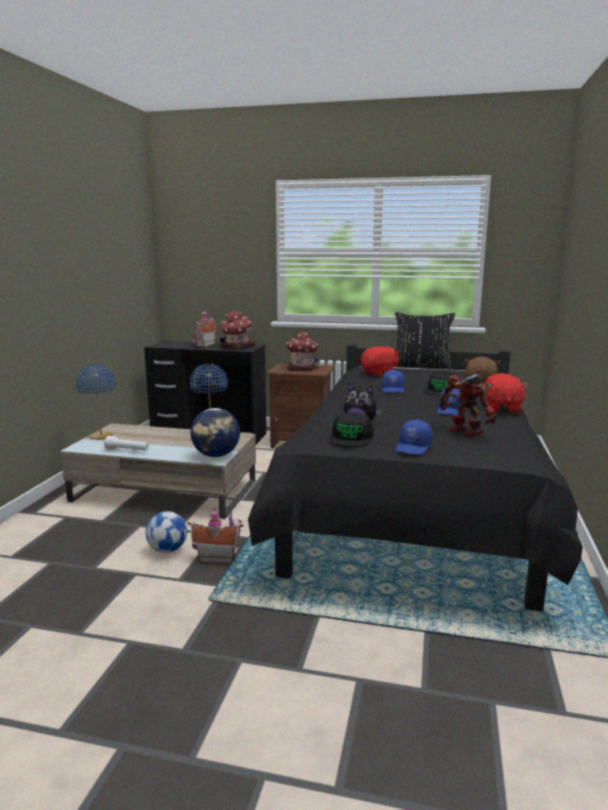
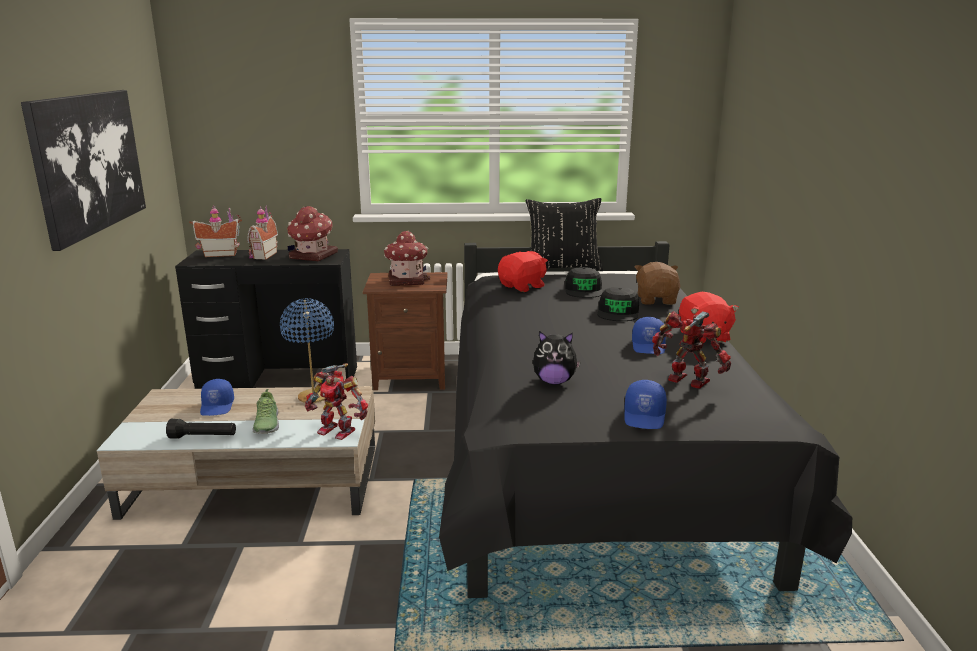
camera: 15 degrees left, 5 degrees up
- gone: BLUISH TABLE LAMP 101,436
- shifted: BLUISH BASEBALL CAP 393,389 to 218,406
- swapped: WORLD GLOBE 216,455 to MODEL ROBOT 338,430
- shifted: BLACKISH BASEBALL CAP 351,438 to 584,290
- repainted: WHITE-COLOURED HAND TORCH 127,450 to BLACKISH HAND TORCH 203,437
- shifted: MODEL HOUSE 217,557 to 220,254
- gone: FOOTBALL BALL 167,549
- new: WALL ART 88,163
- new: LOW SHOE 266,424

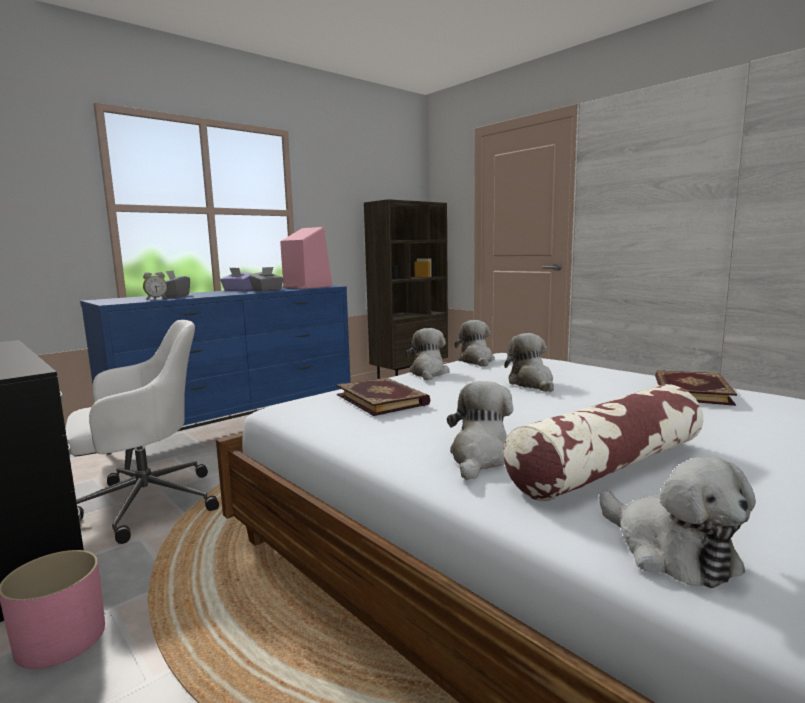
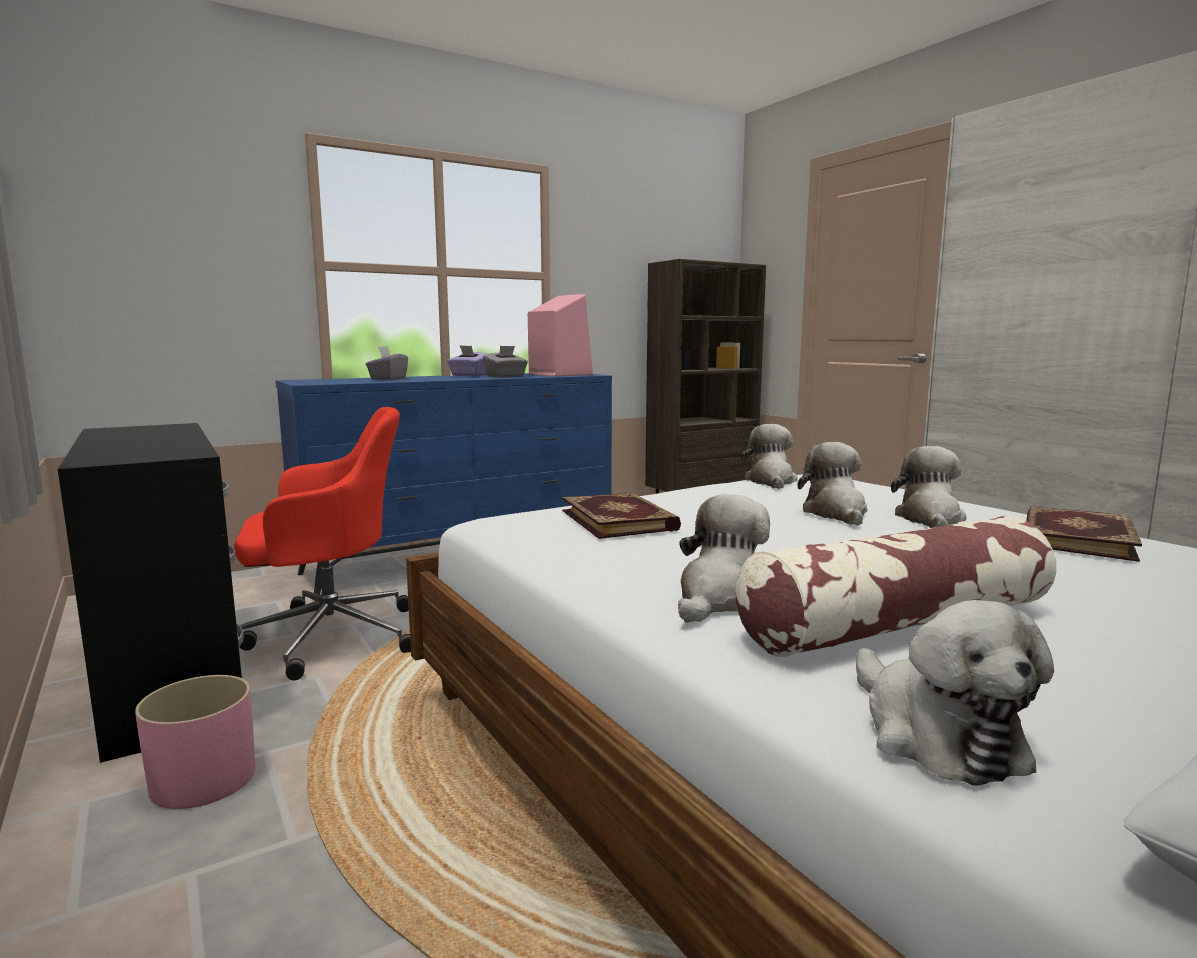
camera: 10 degrees right, 0 degrees up
- gone: BEDSIDE CLOCK 156,299
- repainted: WHITE-COLOURED COMPUTER CHAIR 144,504 to REDDISH COMPUTER CHAIR 329,637
- shifted: SOFT TOY 428,373 to 929,519

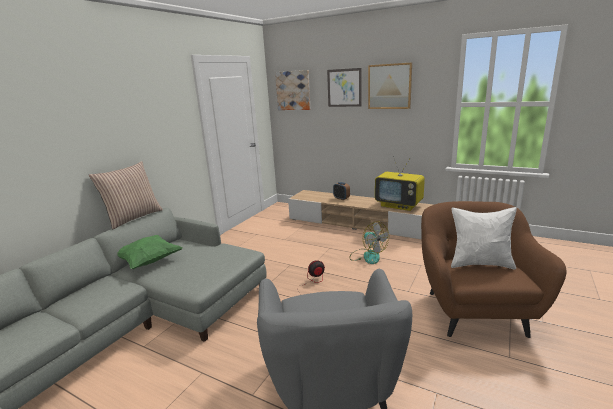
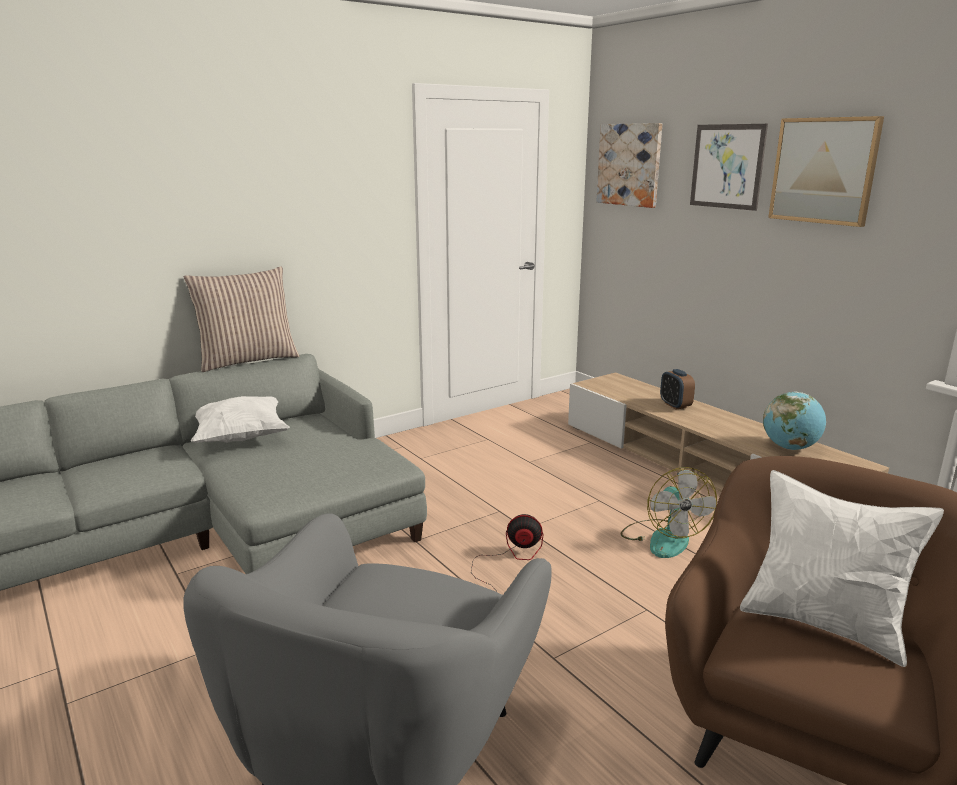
camera: 25 degrees right, 0 degrees up
- swapped: TV 399,205 to WORLD GLOBE 790,447
- repainted: GREEN PILLOW 148,261 to WHITE-COLOURED PILLOW 240,438

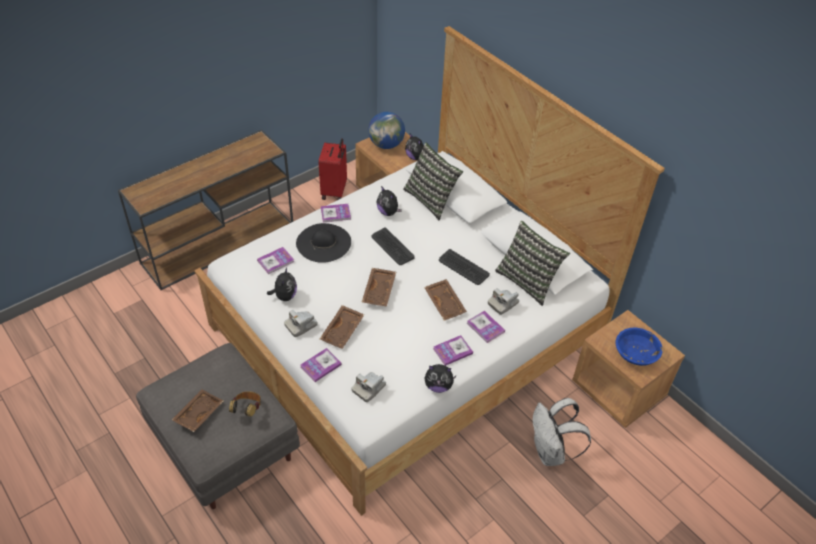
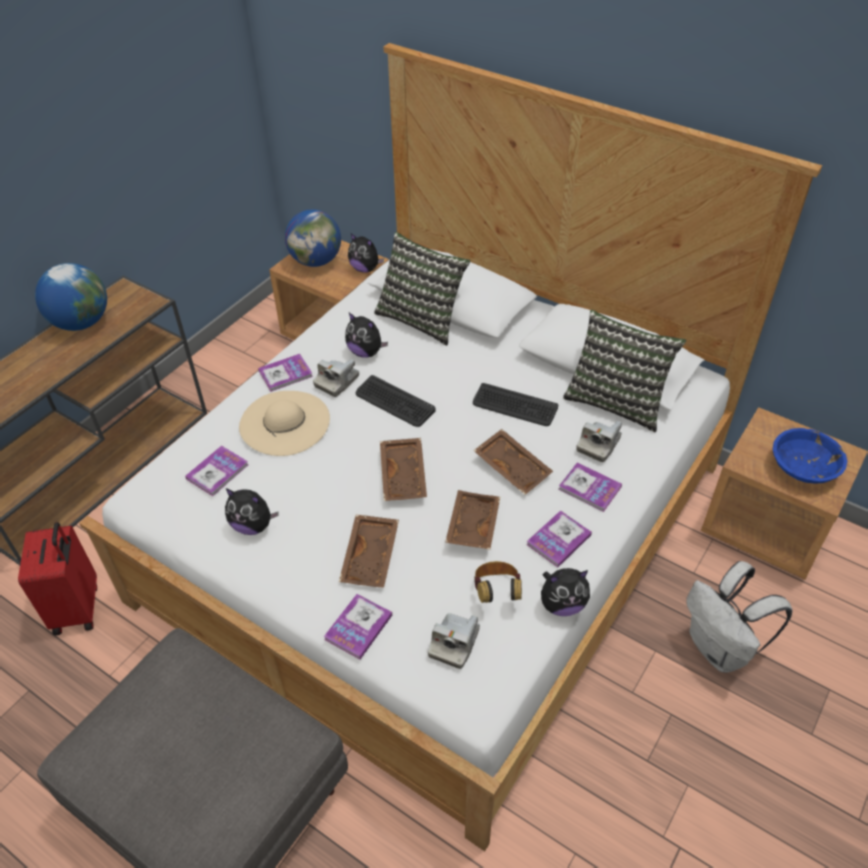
camera: 15 degrees left, 0 degrees up
- shifted: REDDISH TRAVEL CASE 335,191 to 78,608
- repainted: BLACKISH WEARABLE HAT 323,242 to BEIGE-COLOURED WEARABLE HAT 284,422
- rotated: SOFT TOY 285,296 = 253,525 120 degrees clockwise
- shifted: PHOTO CAMERA 301,326 to 337,381
- shifted: BROWN-COLOURED CARRYING TRAY 198,413 to 471,525
- shifted: PAIR OF HEADPHONES 247,409 to 496,592
- new: WORLD GLOBE 81,322

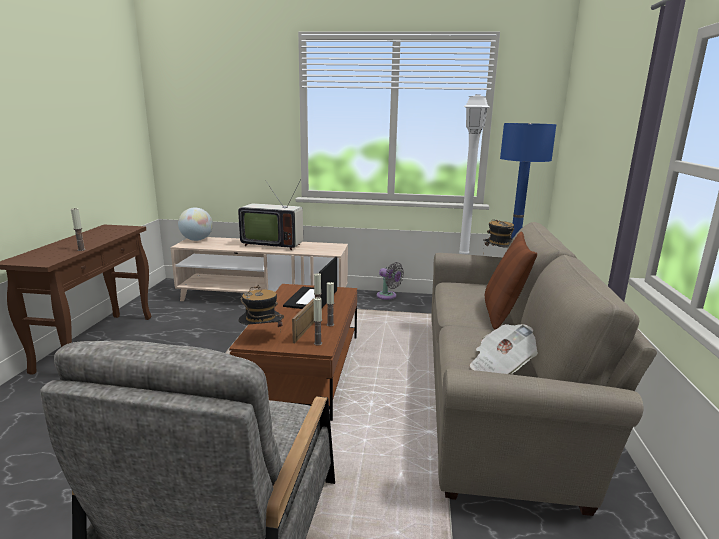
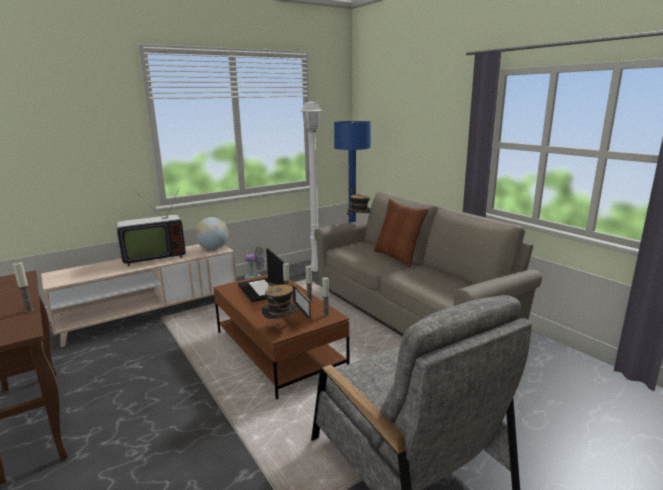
camera: 40 degrees left, 0 degrees up
- shifted: WORLD GLOBE 197,240 to 213,248
- gone: DAILY PAPER 501,365

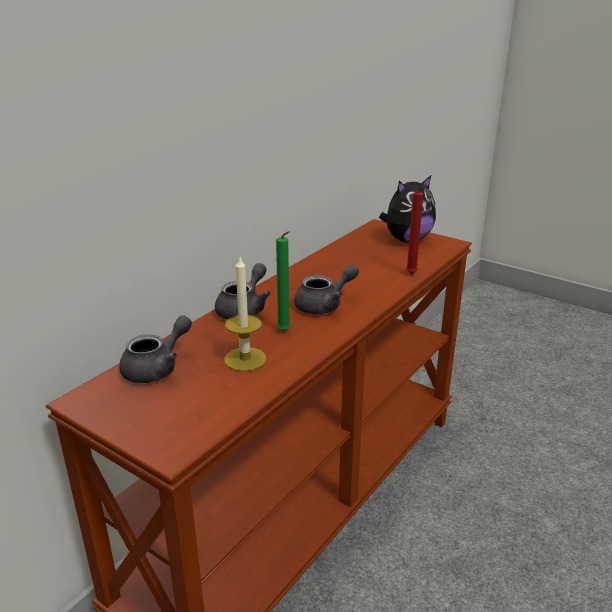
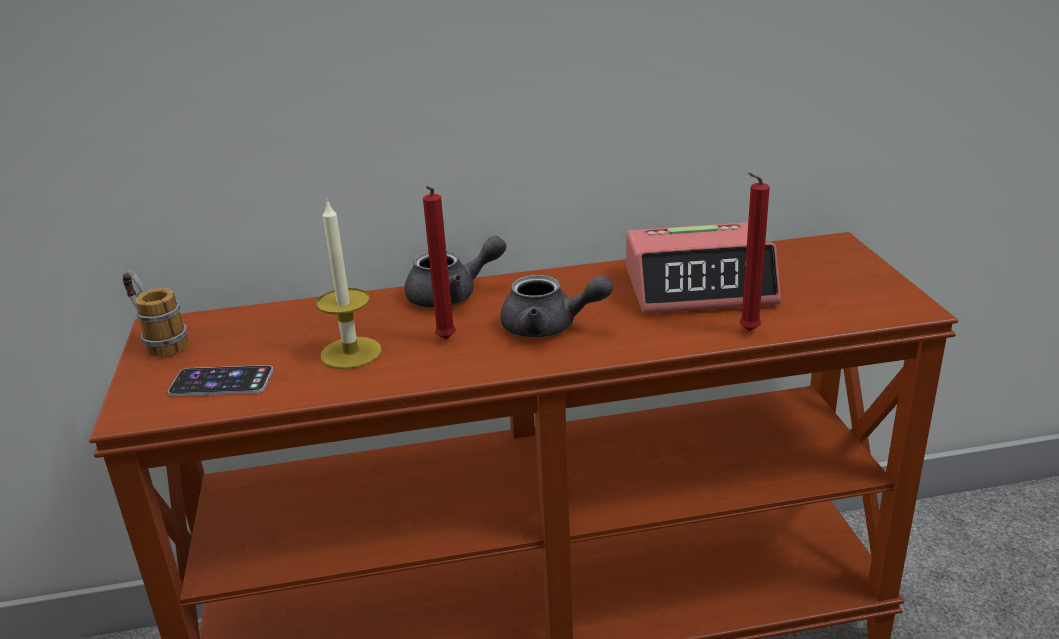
camera: 45 degrees right, 0 degrees up
- gone: SOFT TOY 407,240
- repainted: GREEN CANDLE 285,332 to REDDISH CANDLE 445,340
- gone: GREY TEAPOT 157,368
- new: BEDSIDE CLOCK 700,287
- new: COFFEE MUG 158,341
- new: PHONE 221,382

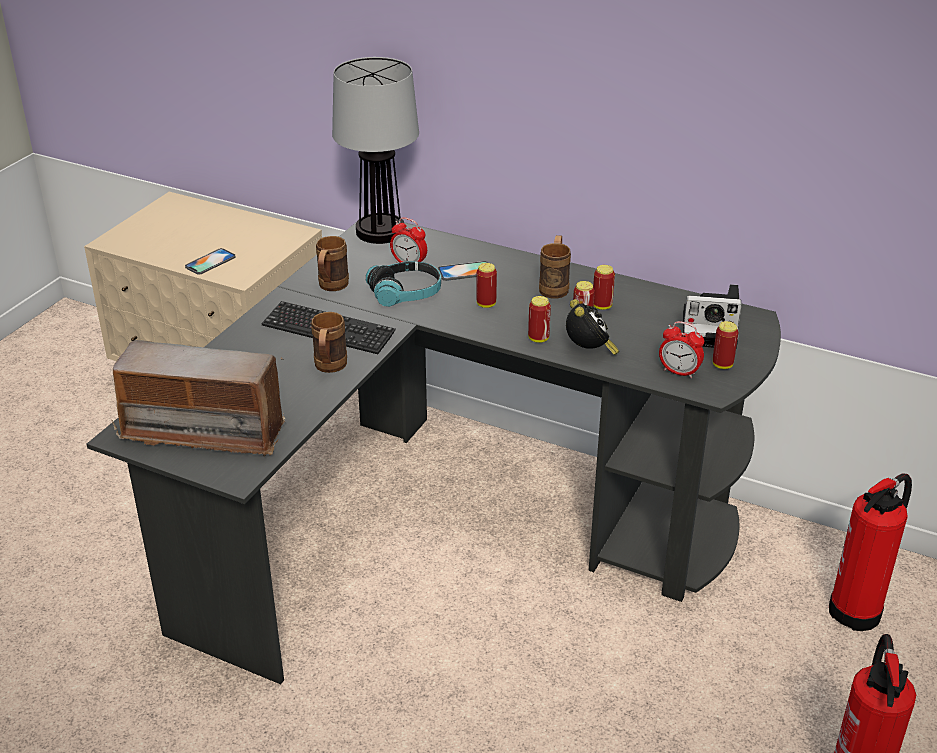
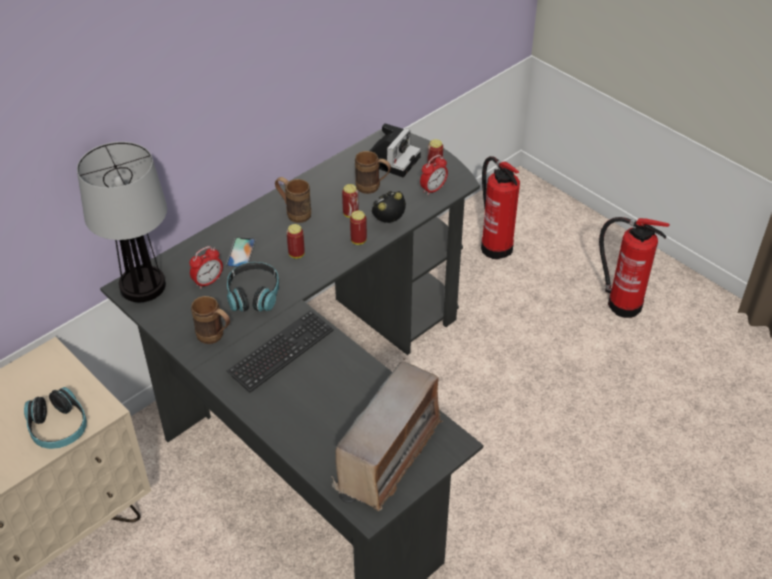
camera: 70 degrees left, 10 degrees up
- swapped: PHONE 210,262 to PAIR OF HEADPHONES 58,427
- gone: METAL CAN 602,306
- rotated: BEDSIDE CLOCK 589,352 = 388,222 45 degrees counterclockwise
- shifted: BROWN-COLOURED COFFEE MUG 329,368 to 373,188

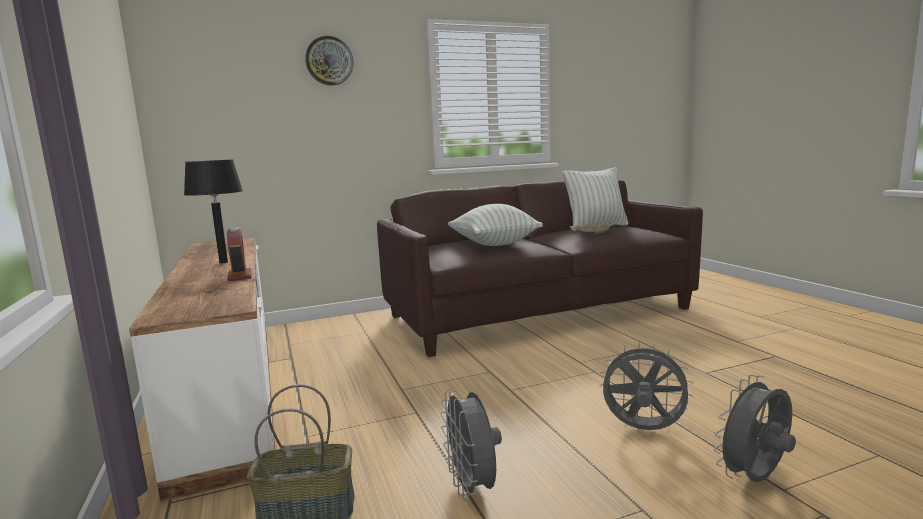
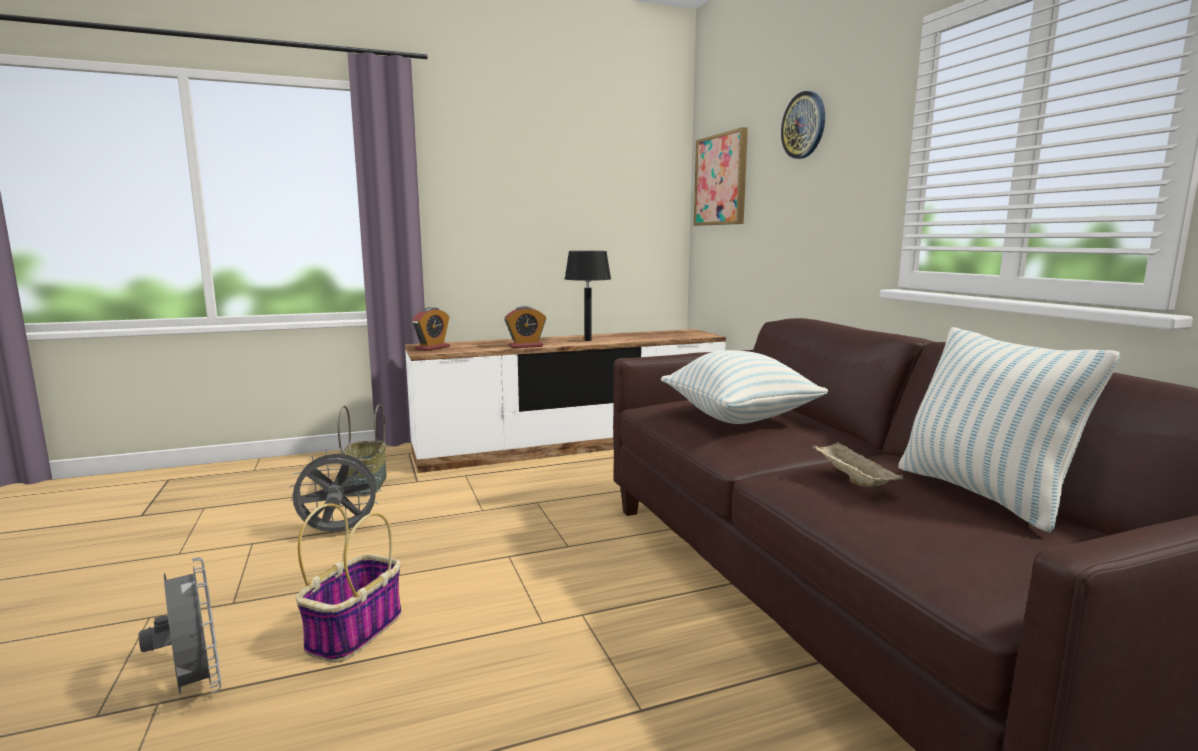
camera: 90 degrees right, 0 degrees up
- swapped: GREY ELECTRIC FAN 643,430 to STORAGE BASKET 355,631
- new: WALL ART 721,180
- new: BEDSIDE CLOCK 432,348

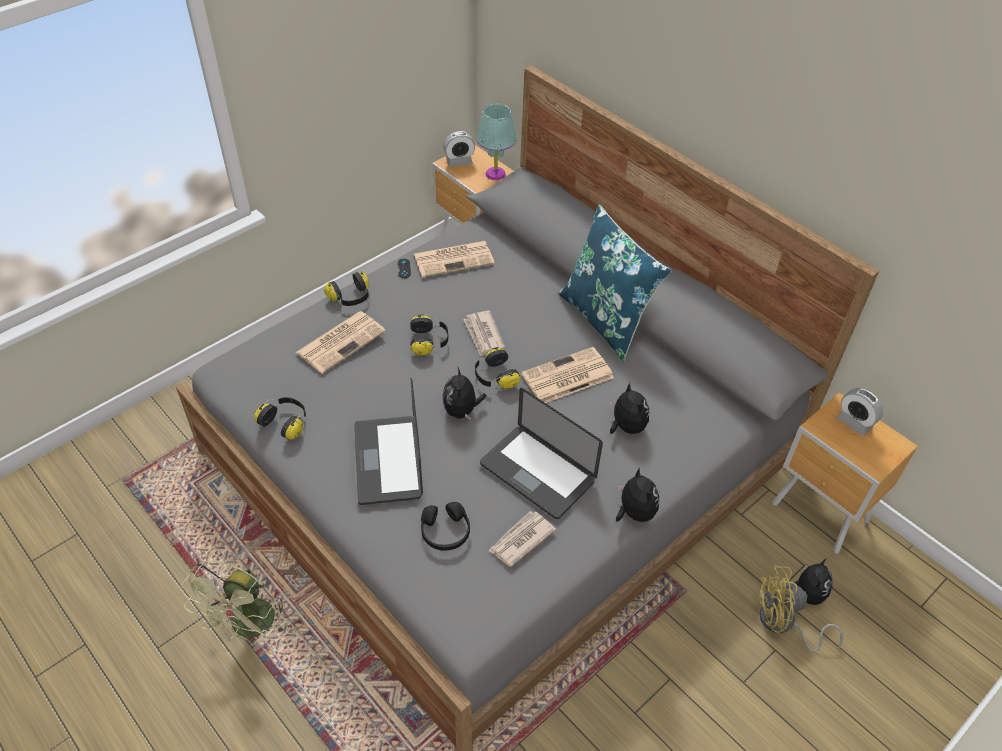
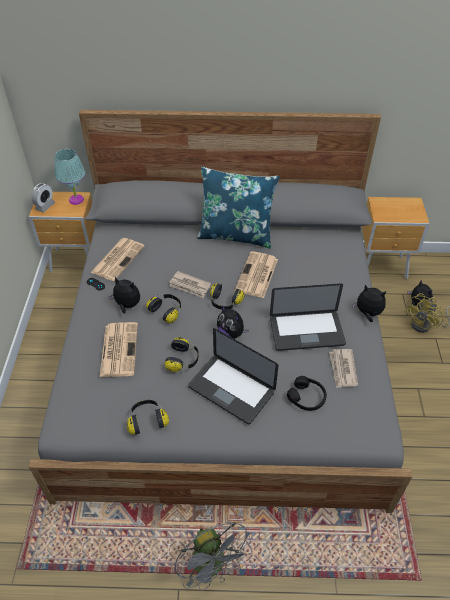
camera: 45 degrees left, 0 degrees up
- shifted: PAIR OF HEADPHONES 351,297 to 183,360
- shifted: SOFT TOY 626,427 to 127,305
- gone: BEDSIDE CLOCK 854,422
- repainted: GREEN ELECTRIC FAN 250,628 to GREY ELECTRIC FAN 213,566

